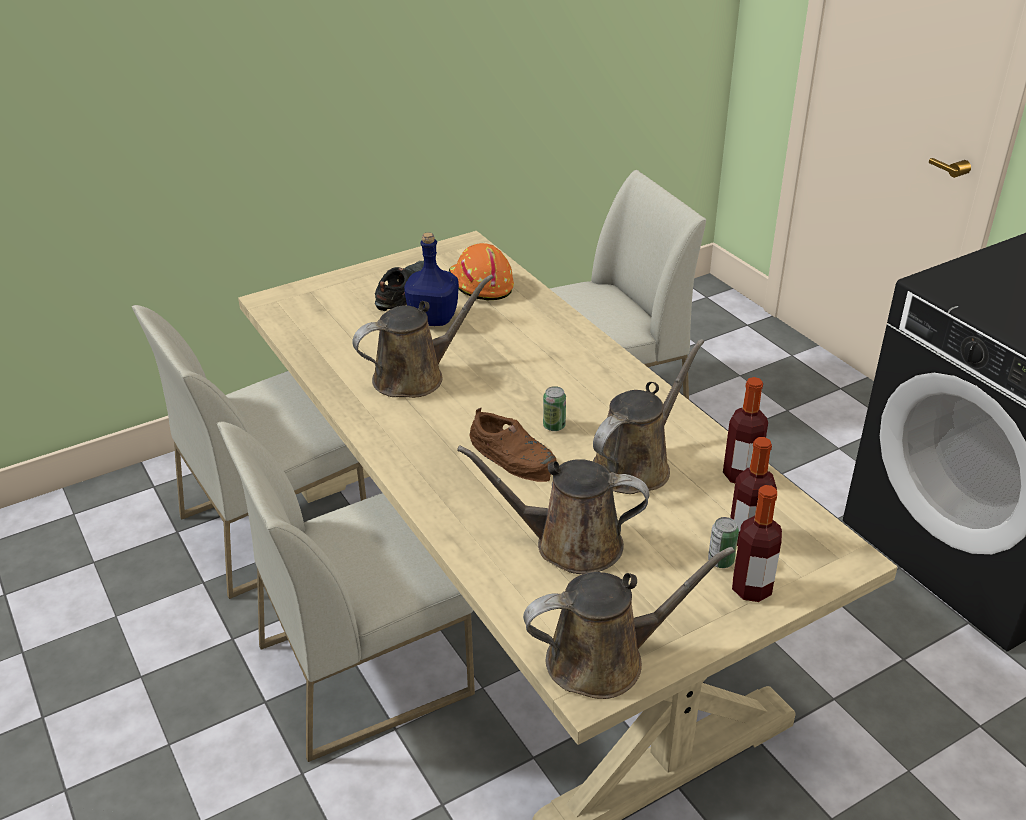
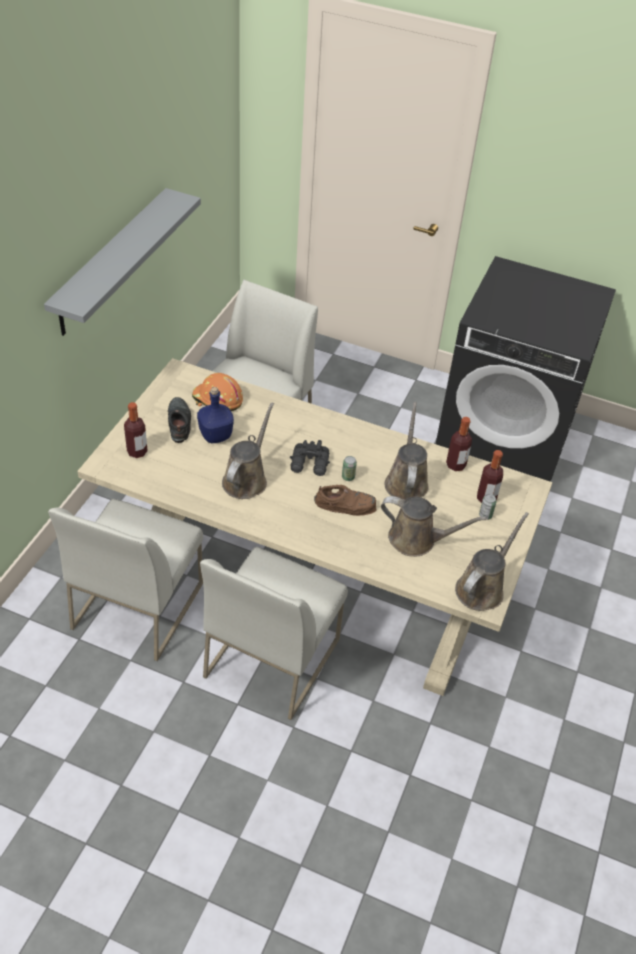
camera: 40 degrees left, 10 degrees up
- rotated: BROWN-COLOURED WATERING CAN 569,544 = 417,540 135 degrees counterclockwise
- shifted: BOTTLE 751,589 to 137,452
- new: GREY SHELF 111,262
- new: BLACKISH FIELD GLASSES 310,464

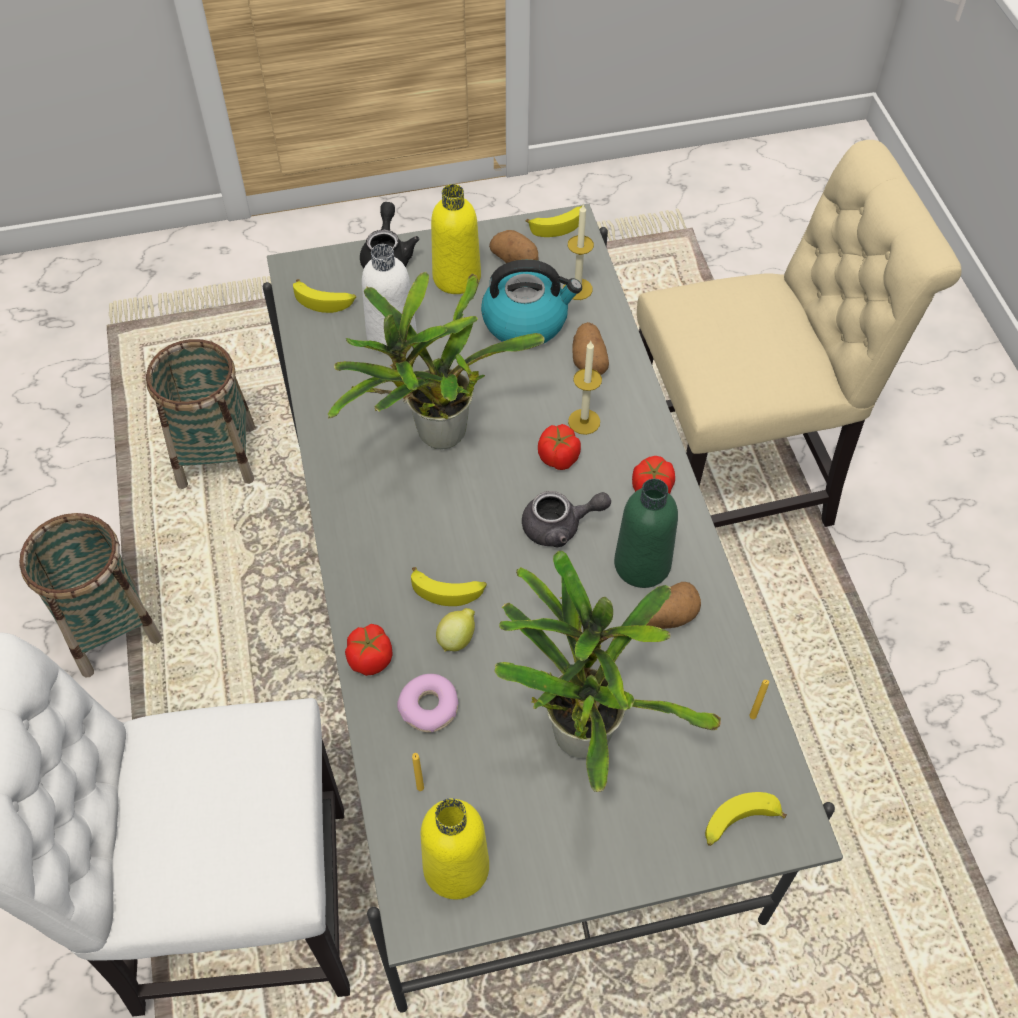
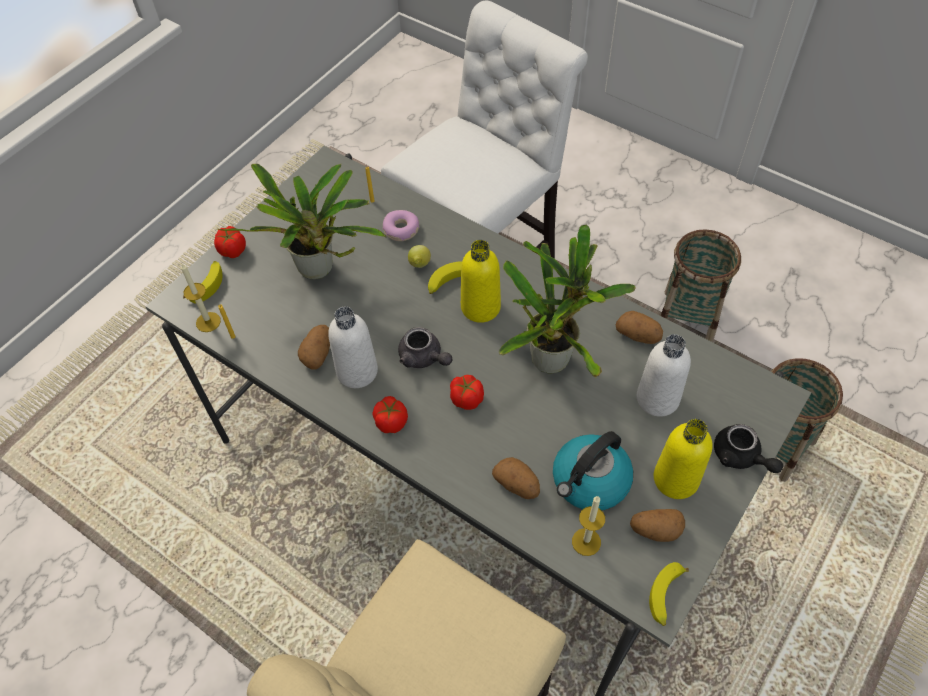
camera: 140 degrees right, 0 degrees up
- gone: WHOLE BANANA 325,300
- shifted: CANDLE 584,421 to 208,322
- repainted: GREEN BOTTLE 642,564 to WHITE-COLOURED BOTTLE 357,371
- rotated: GREY TEAPOT 560,526 = 424,358 90 degrees counterclockwise
- shifted: TOMATO 370,658 to 232,250
- shifted: YELLOW BOTTLE 456,867 to 480,307
- new: POTATO 638,335

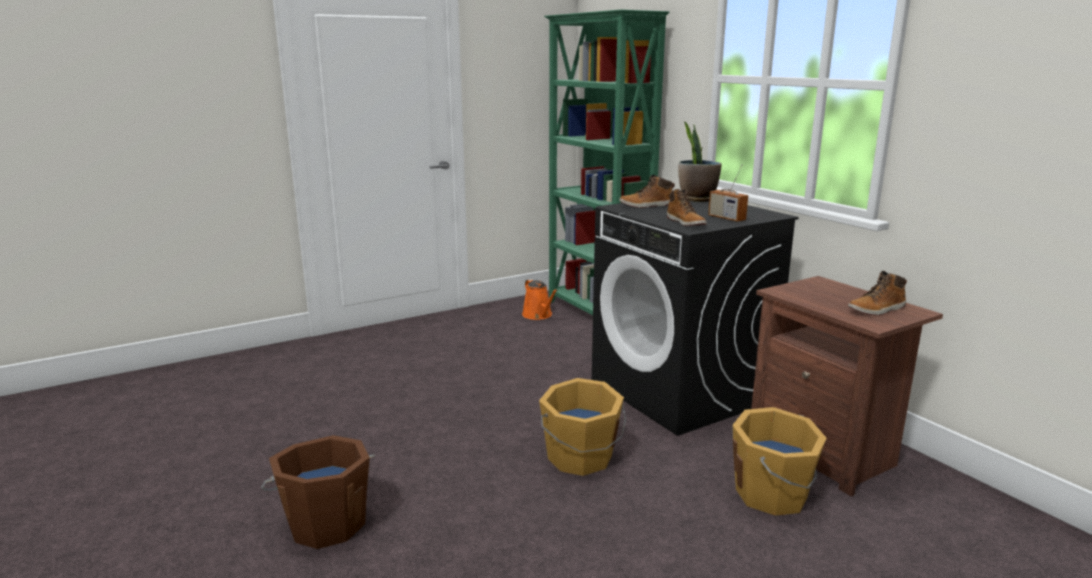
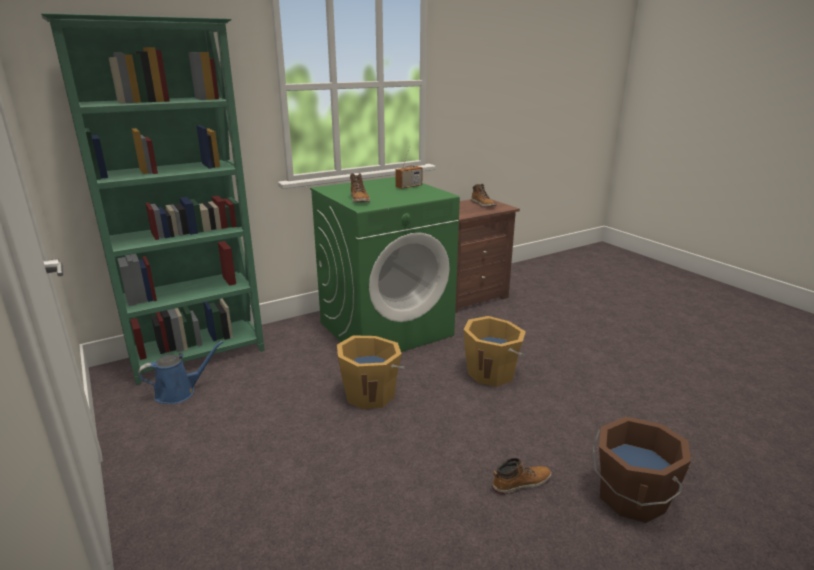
camera: 90 degrees left, 5 degrees up
- gone: PLANT IN A POT 697,199
- shifted: BOOT 686,223 to 520,483
- repainted: BLACKISH WASHING MACHINE 681,391 to GREEN WASHING MACHINE 386,328
- repainted: ORANGE-COLOURED WATERING CAN 538,315 to BLUISH WATERING CAN 179,392
- shifted: ORANGE-COLOURED BUCKET 773,495 to 370,393

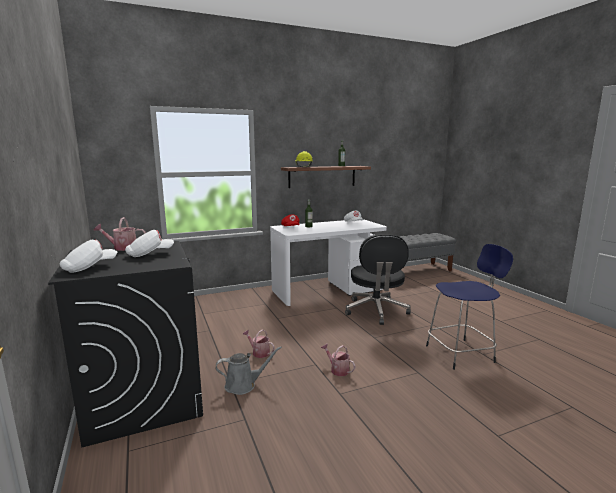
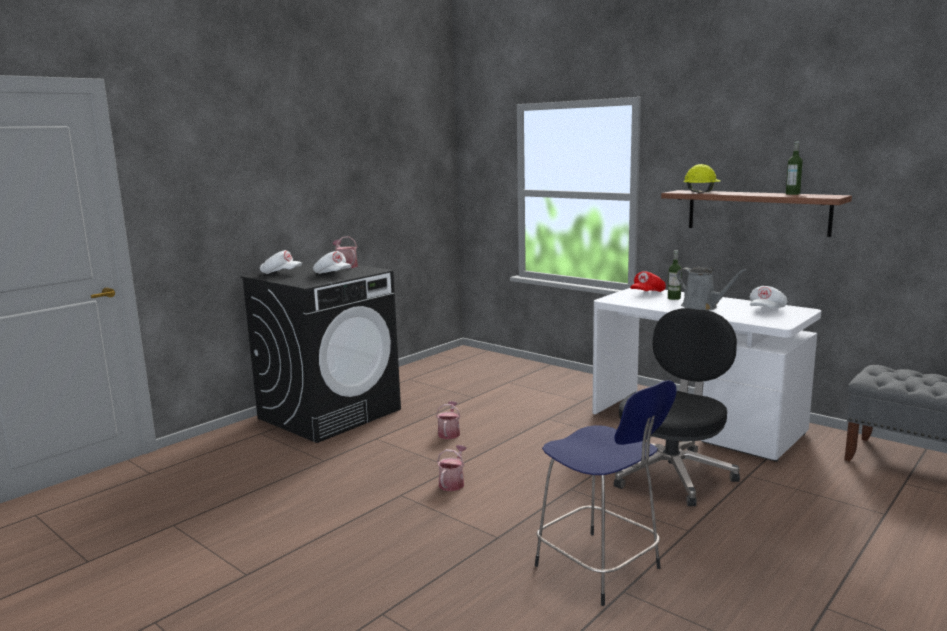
camera: 65 degrees right, 0 degrees up
- rotated: BLACKISH COMPUTER CHAIR 376,311 = 672,474 150 degrees clockwise
- shifted: GREY WATERING CAN 243,385 to 702,307

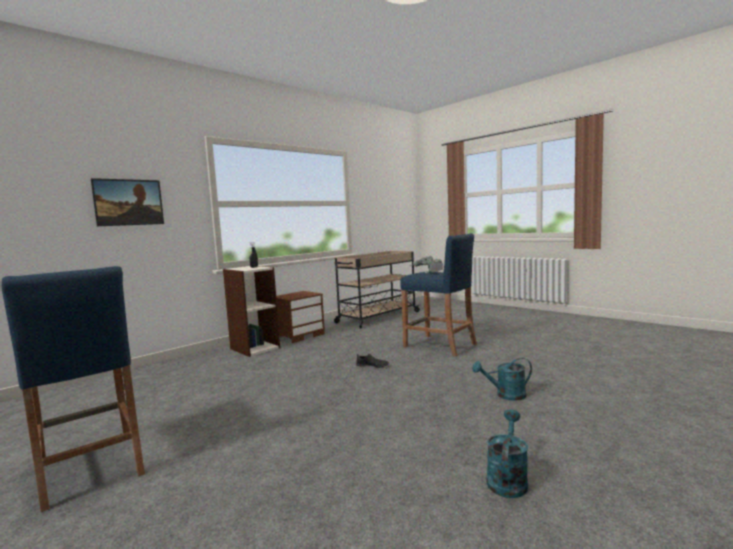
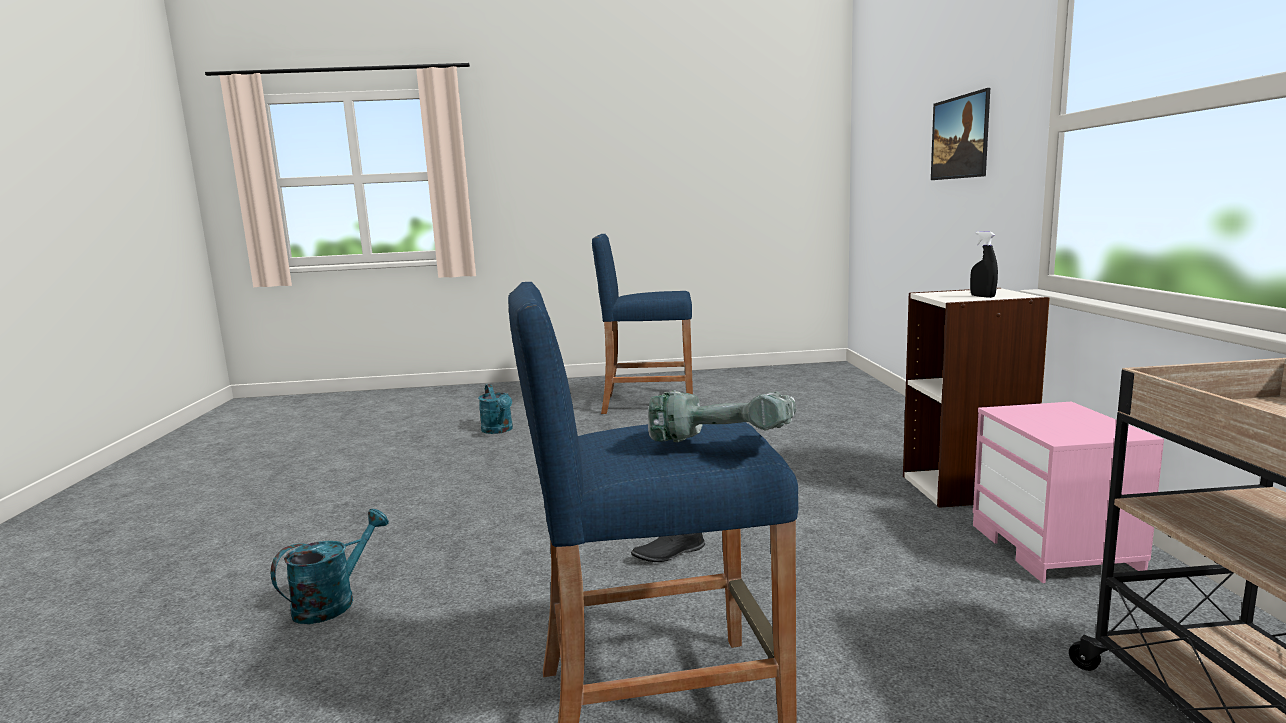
camera: 130 degrees right, 5 degrees up
- repainted: BROWN-COLOURED NIGHT TABLE 299,335 to PINK NIGHT TABLE 1056,549
- shifted: BLUE-GREEN WATERING CAN 507,479 to 499,430

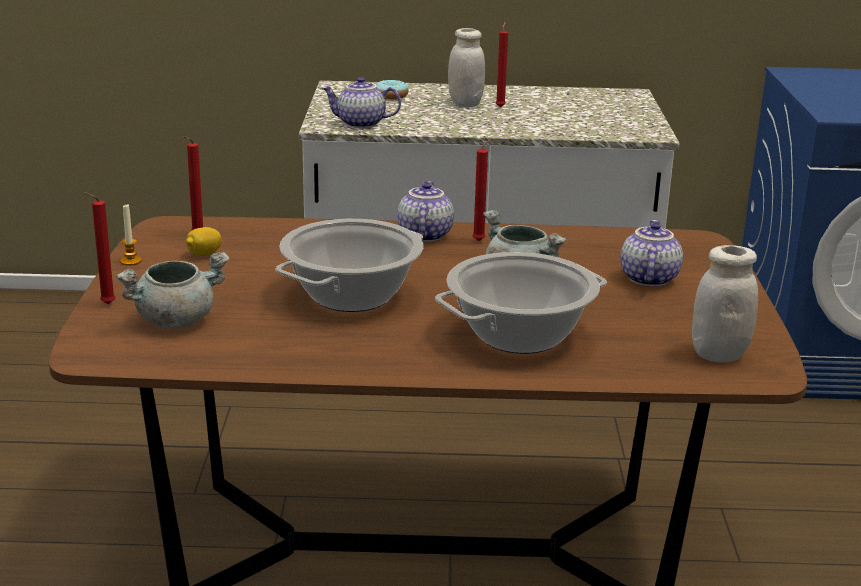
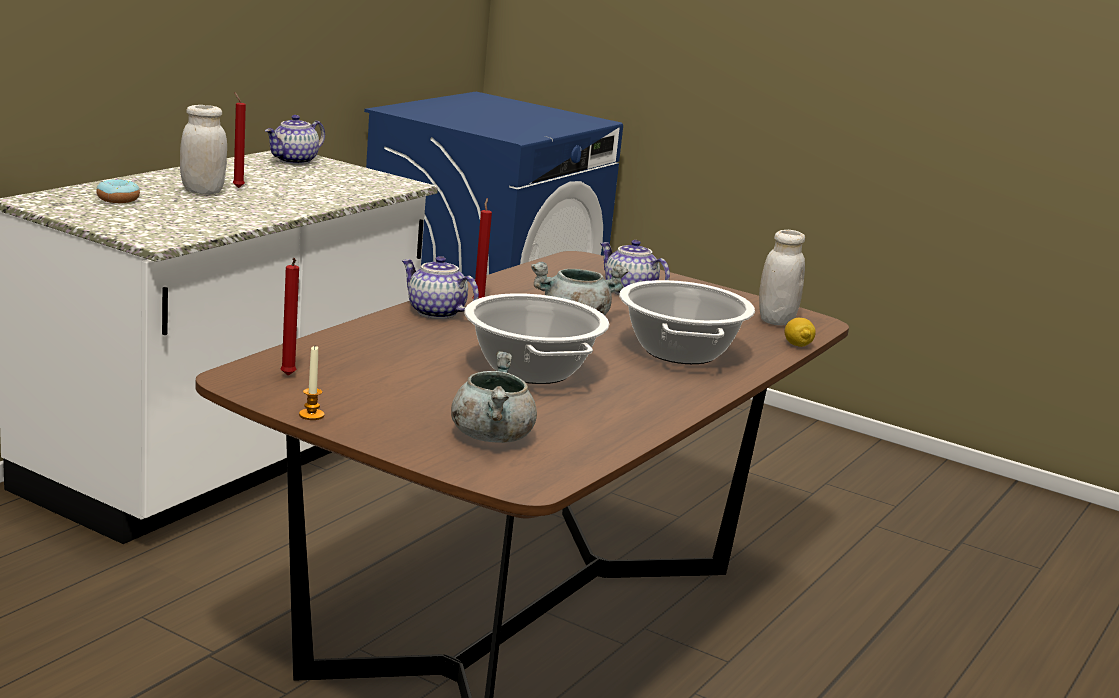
camera: 60 degrees left, 5 degrees down
- shifted: TEAPOT 360,124 to 295,161
- gone: REDDISH CANDLE 105,304
- shifted: CITRUS FRUIT 204,254 to 797,345

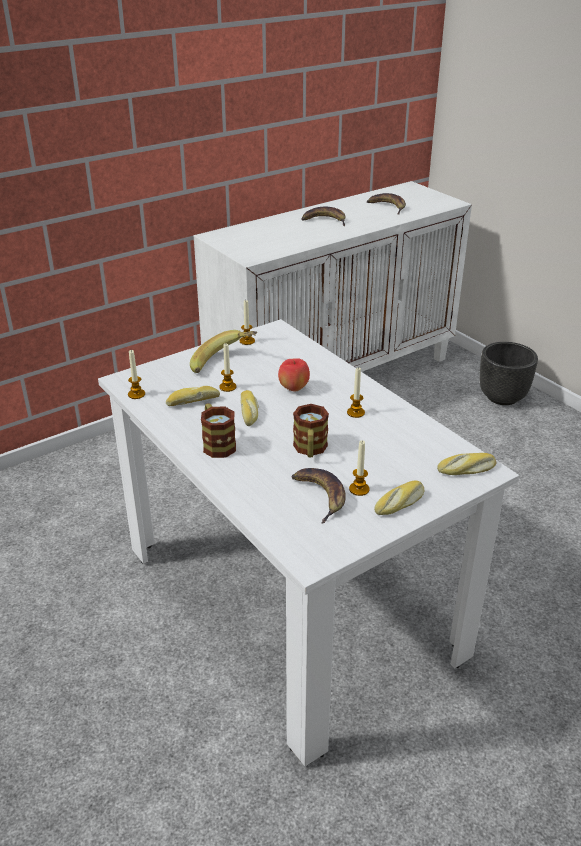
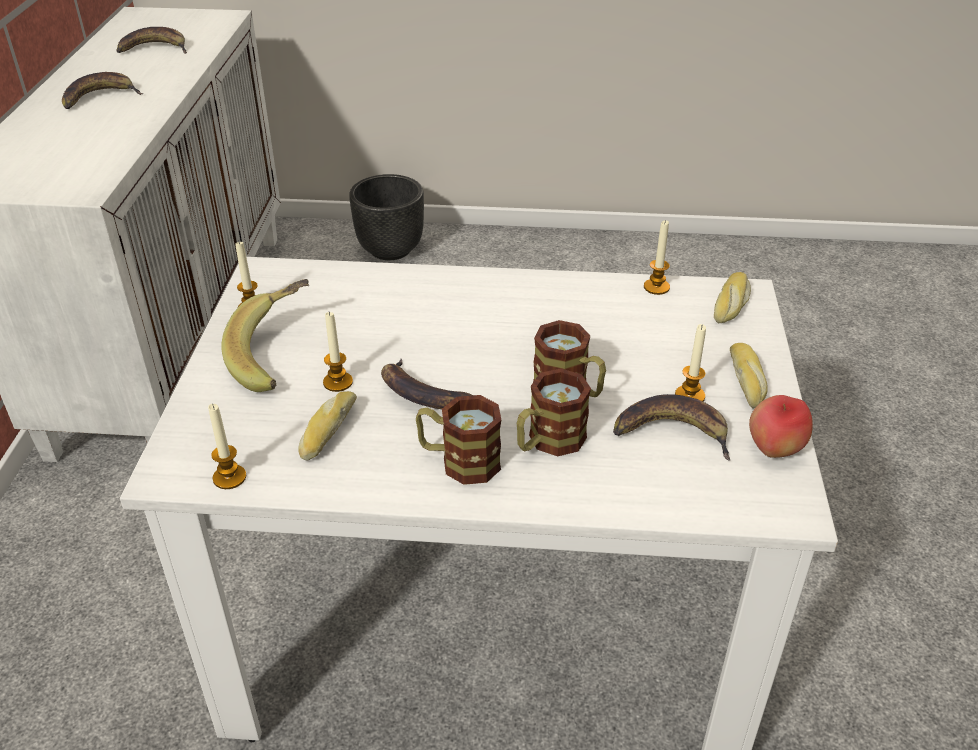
camera: 50 degrees left, 5 degrees up
- shifted: APPLE FRUIT 294,389 to 774,450
- shifted: CANDLE 355,412 to 656,287
- swapped: BREAD 249,412 to WHOLE BANANA 424,395
- new: COFFEE MUG 548,442

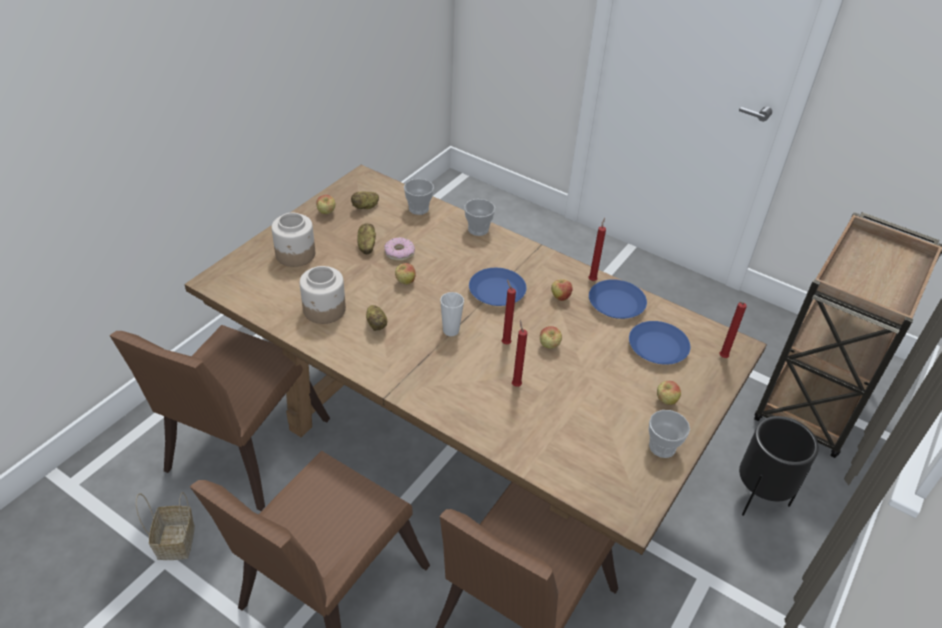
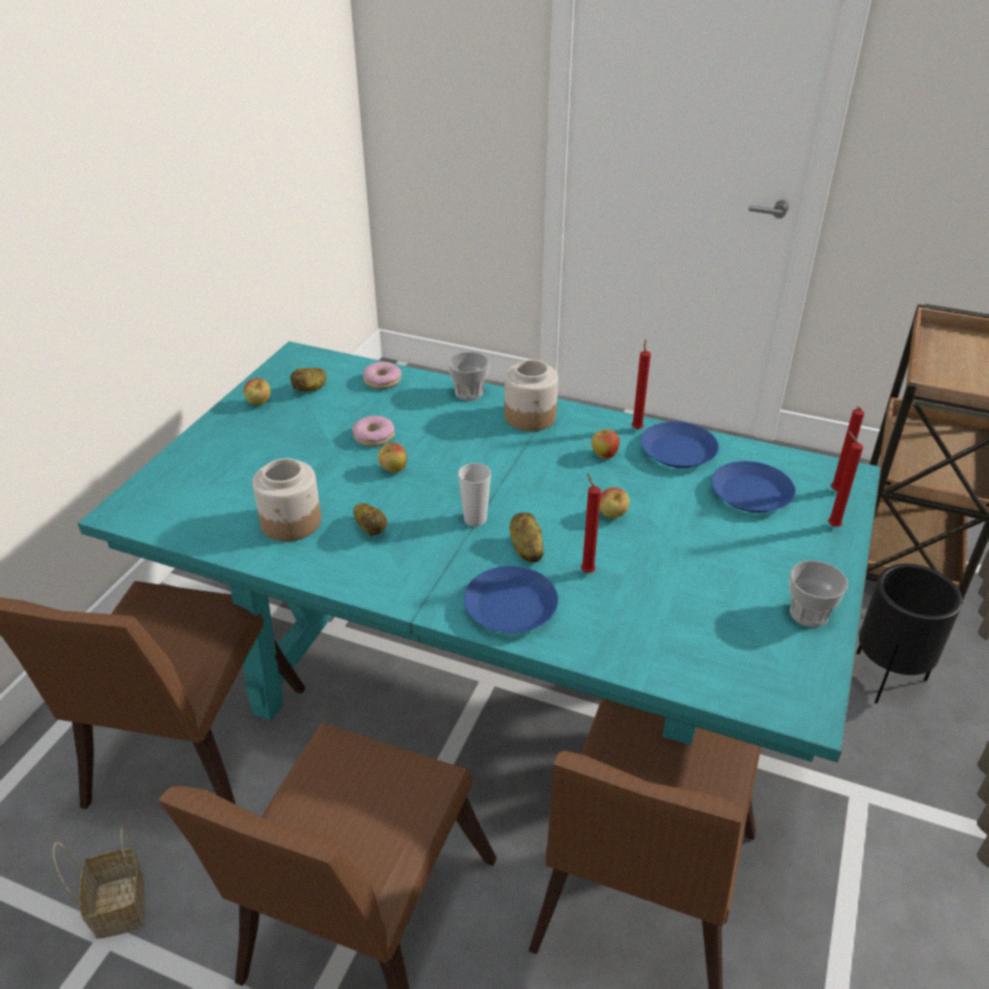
camera: 10 degrees left, 5 degrees down
- repainted: BROWN-COLOURED DINING TABLE 461,443 to BLUE-GREEN DINING TABLE 491,685
- swapped: CUP 418,209 to RING DOUGHNUT 382,381
- shifted: JAR 295,255 to 530,417
- shifted: POTATO 366,246 to 526,549
- shifted: BLUISH PLATE 496,291 to 510,606
- shifted: REDDISH CANDLE 505,342 to 831,525
- gone: APPLE FRUIT 665,401

